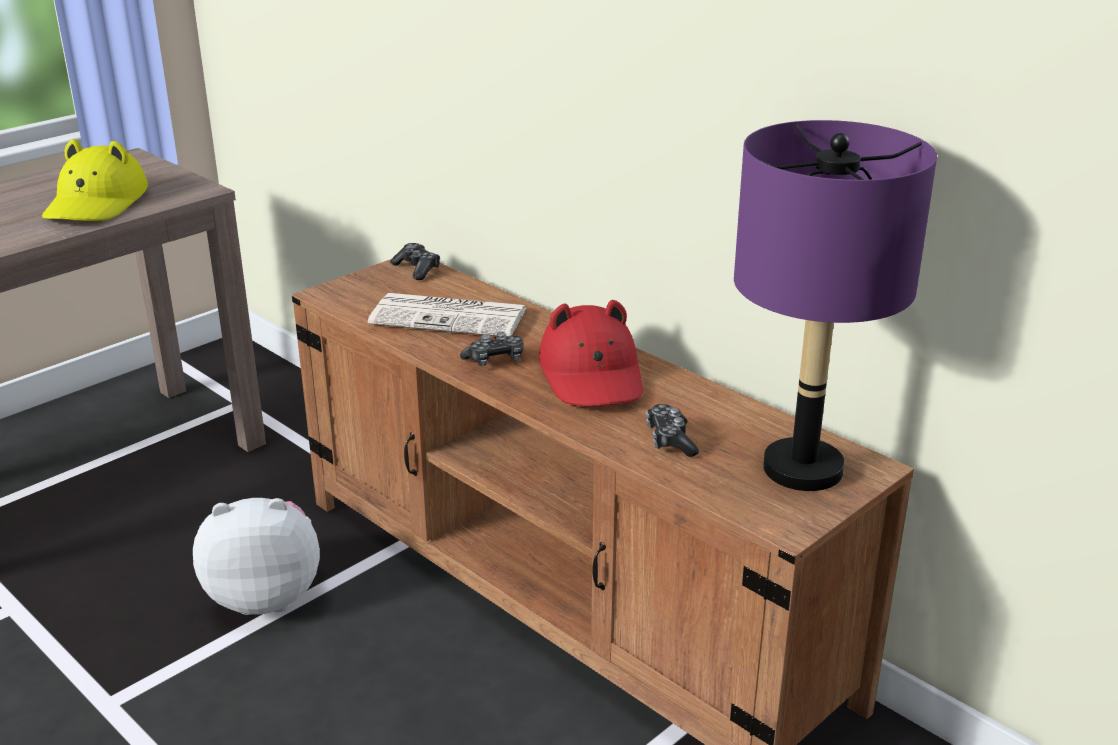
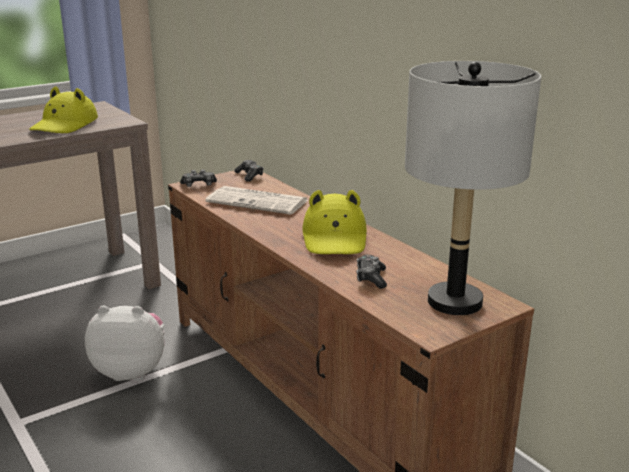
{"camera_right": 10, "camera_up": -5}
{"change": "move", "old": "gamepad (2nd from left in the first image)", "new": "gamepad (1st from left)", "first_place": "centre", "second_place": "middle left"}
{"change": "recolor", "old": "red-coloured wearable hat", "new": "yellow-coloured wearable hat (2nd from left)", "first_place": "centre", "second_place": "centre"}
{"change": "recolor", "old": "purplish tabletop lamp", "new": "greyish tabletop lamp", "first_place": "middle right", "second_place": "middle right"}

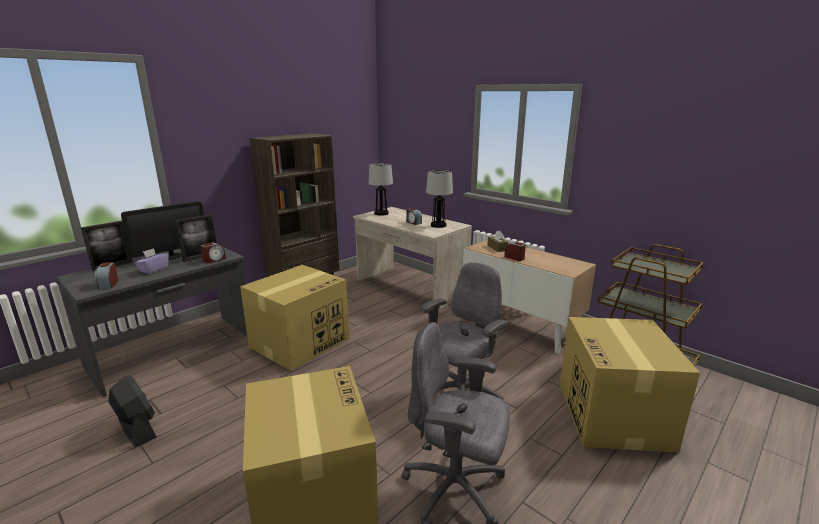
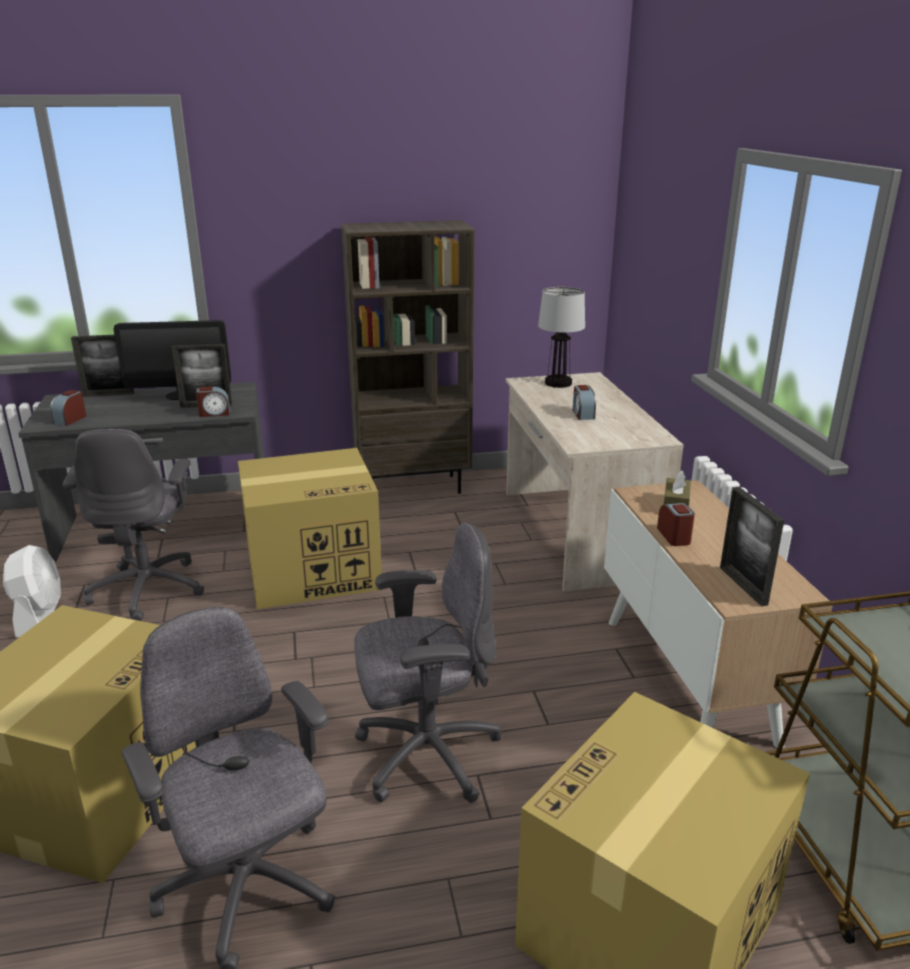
{"camera_right": 35, "camera_up": 5}
{"change": "recolor", "old": "black cooling fan", "new": "white cooling fan", "first_place": "bottom left", "second_place": "middle left"}
{"change": "insert", "new": "greyish office chair (1st from left)", "second_place": "middle left"}
{"change": "insert", "new": "photo frame (3rd from left)", "second_place": "middle right"}
{"change": "delete", "old": "purplish tissue box", "first_place": "middle left"}
{"change": "delete", "old": "tabletop lamp (2nd from left)", "first_place": "centre"}

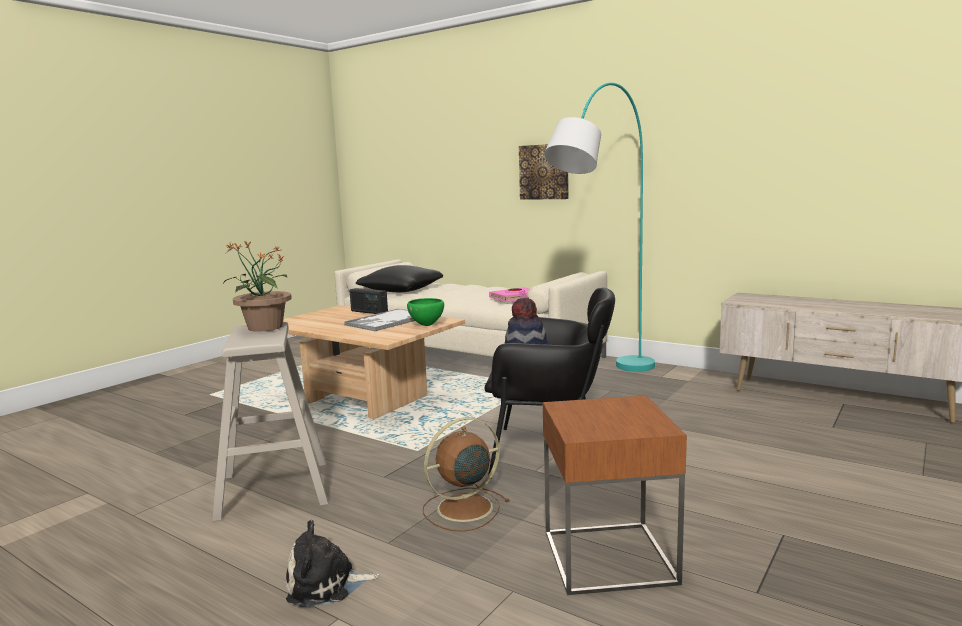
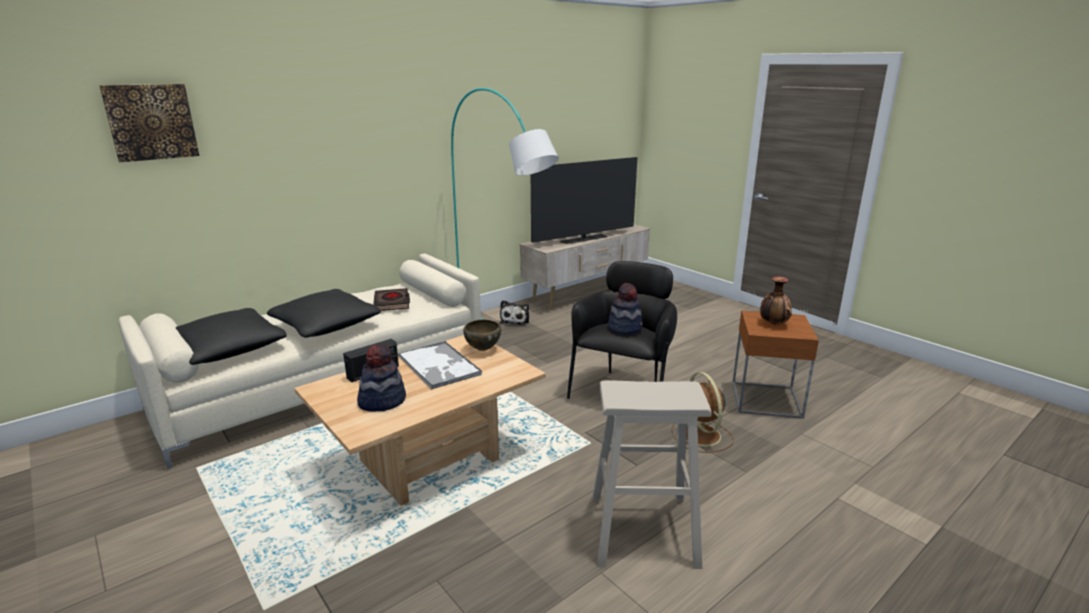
{"camera_right": -75, "camera_up": 10}
{"change": "move", "old": "wall art", "first_place": "top centre", "second_place": "top left"}
{"change": "insert", "new": "black throw pillow (2nd from left)", "second_place": "middle left"}
{"change": "insert", "new": "wearable hat (1st from left)", "second_place": "centre"}
{"change": "recolor", "old": "pinkish bound book", "new": "black bound book", "first_place": "centre", "second_place": "centre"}
{"change": "recolor", "old": "greenish bowl", "new": "brown-coloured bowl", "first_place": "centre", "second_place": "centre"}
{"change": "move", "old": "soft toy", "first_place": "bottom centre", "second_place": "centre"}
{"change": "insert", "new": "television", "second_place": "top centre"}
{"change": "insert", "new": "vase", "second_place": "middle right"}
{"change": "delete", "old": "houseplant", "first_place": "middle left"}

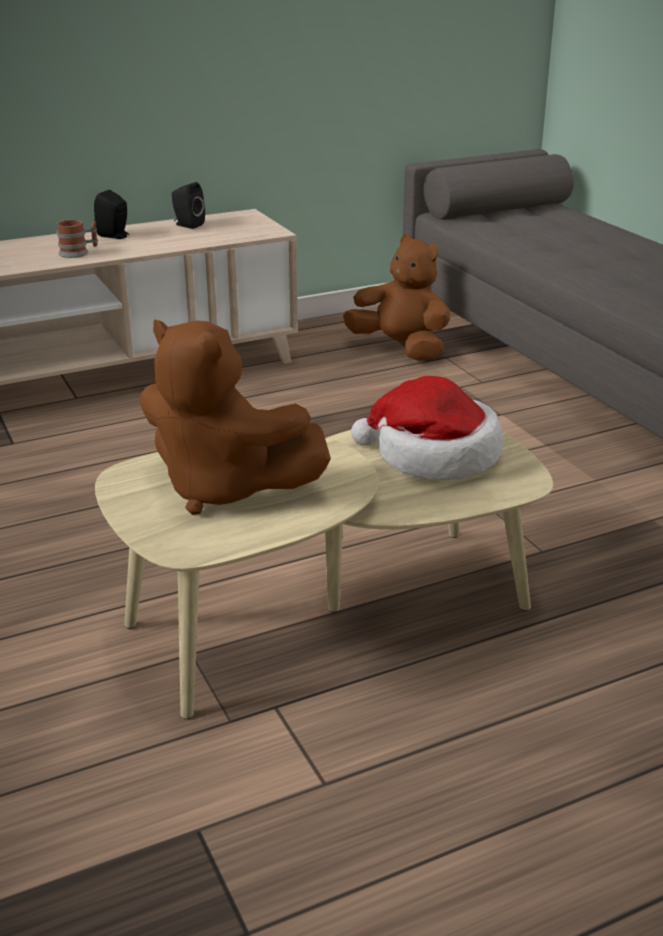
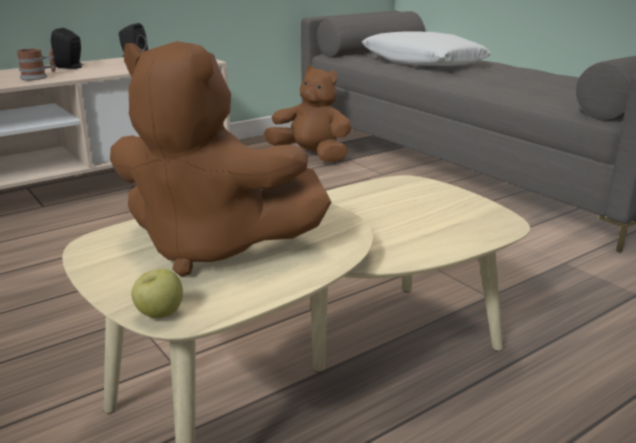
{"camera_right": -10, "camera_up": -5}
{"change": "insert", "new": "apple", "second_place": "middle left"}
{"change": "insert", "new": "white throw pillow", "second_place": "top right"}
{"change": "delete", "old": "wearable hat", "first_place": "centre"}

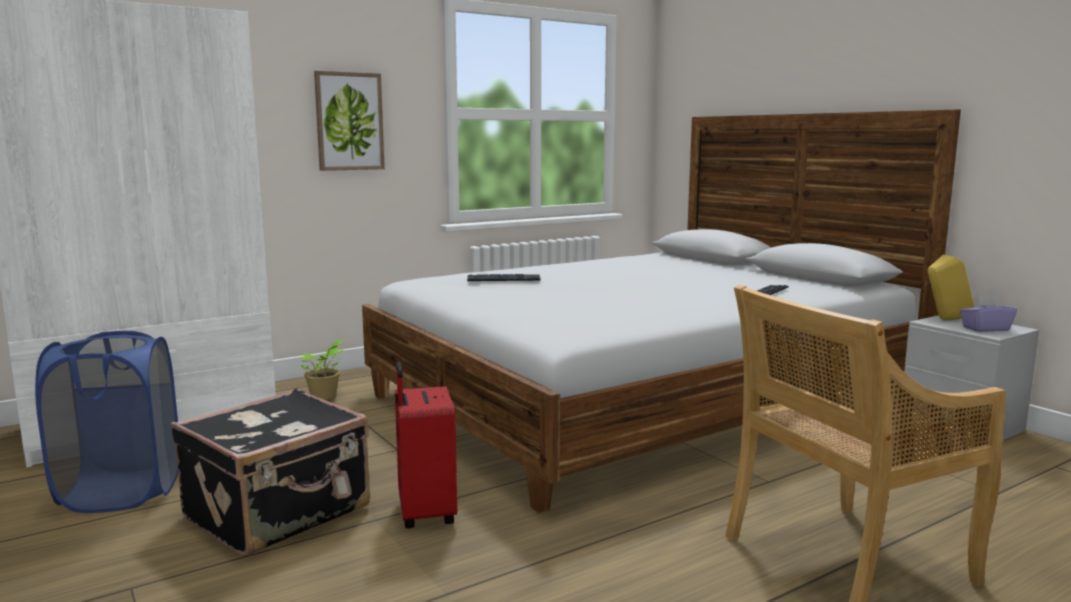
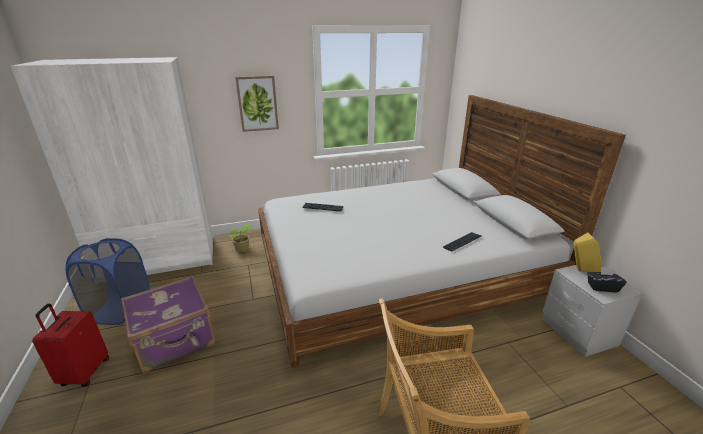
{"camera_right": 15, "camera_up": 15}
{"change": "move", "old": "red-coloured suitcase", "first_place": "bottom centre", "second_place": "bottom left"}
{"change": "recolor", "old": "black suitcase", "new": "purplish suitcase", "first_place": "bottom left", "second_place": "bottom left"}
{"change": "recolor", "old": "purplish tissue box", "new": "black tissue box", "first_place": "middle right", "second_place": "middle right"}

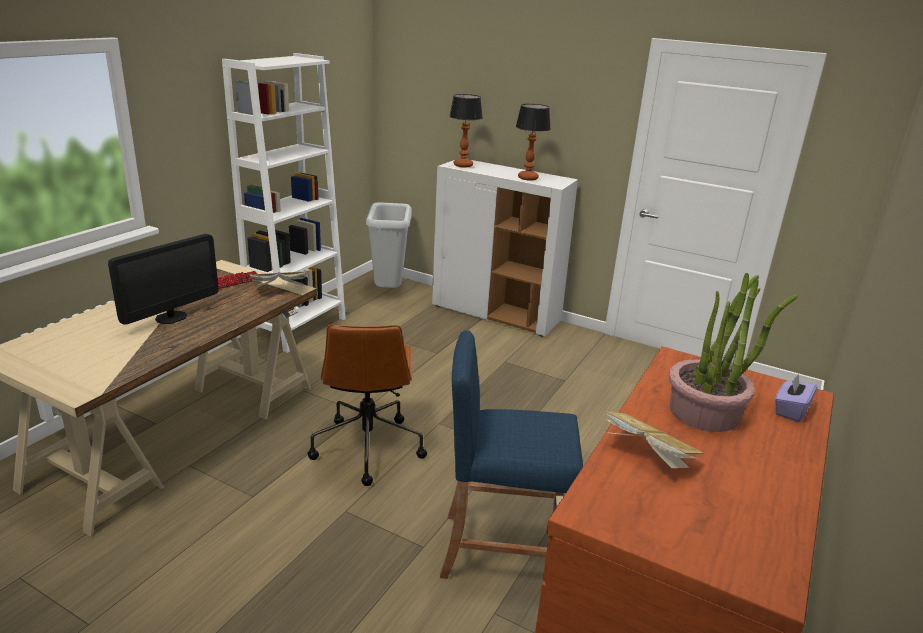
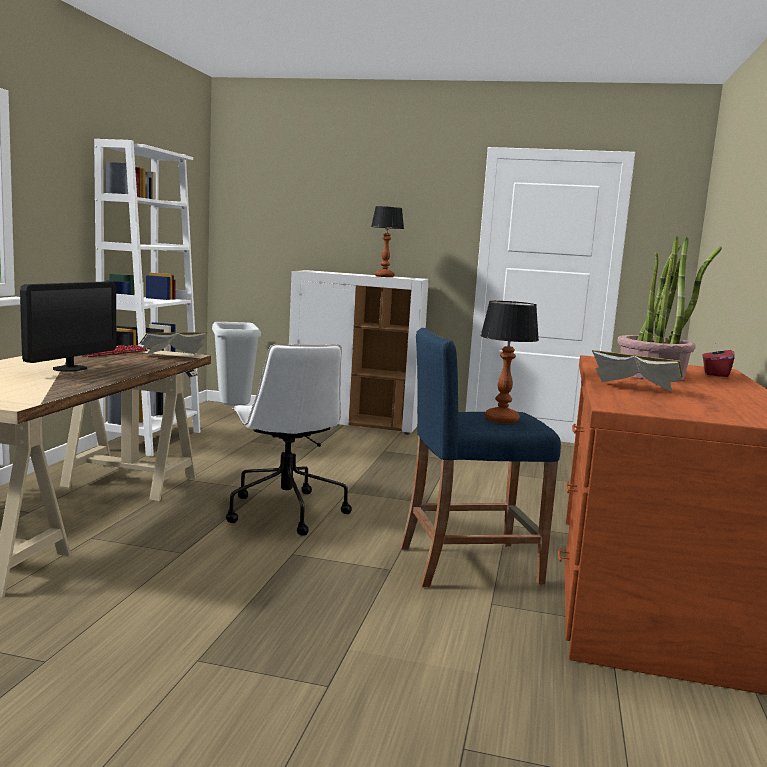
{"camera_right": -15, "camera_up": -15}
{"change": "recolor", "old": "brown-coloured office chair", "new": "white office chair", "first_place": "centre", "second_place": "centre"}
{"change": "move", "old": "tabletop lamp (1st from left in the first image)", "new": "tabletop lamp (2nd from left)", "first_place": "top centre", "second_place": "centre"}
{"change": "recolor", "old": "purplish tissue box", "new": "red-coloured tissue box", "first_place": "middle right", "second_place": "middle right"}

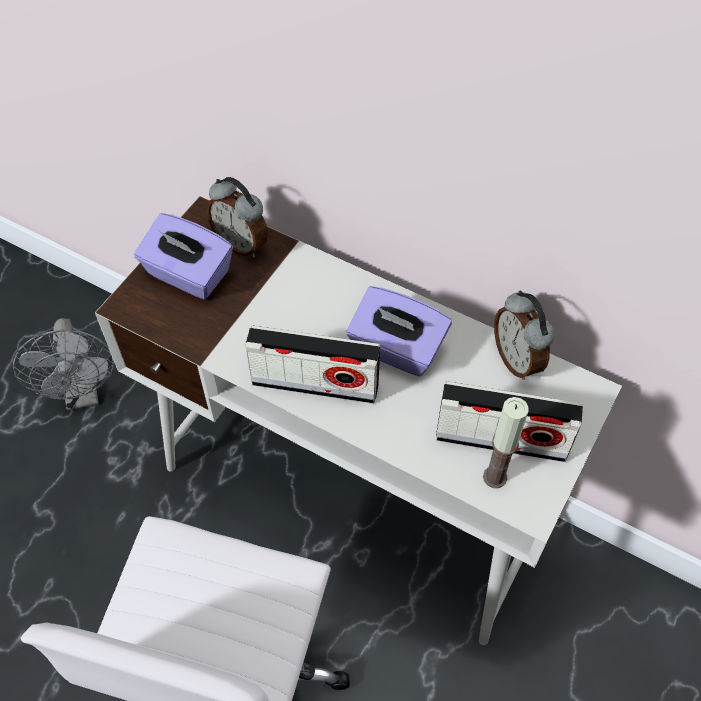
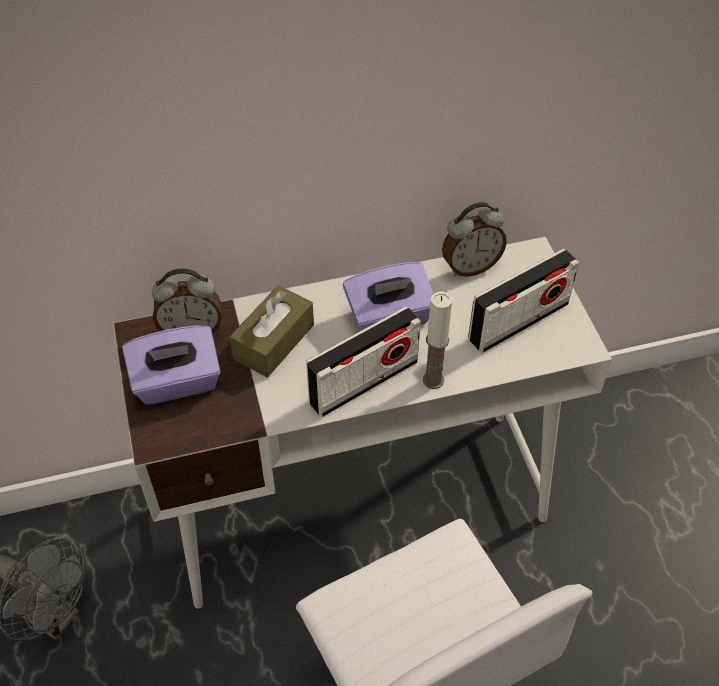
{"camera_right": -45, "camera_up": -5}
{"change": "insert", "new": "brown-coloured tissue box", "second_place": "centre"}
{"change": "move", "old": "wax light", "first_place": "middle right", "second_place": "centre"}
{"change": "rotate", "old": "bedside clock (2nd from left)", "first_place": "middle right", "second_place": "centre", "degrees": -45}

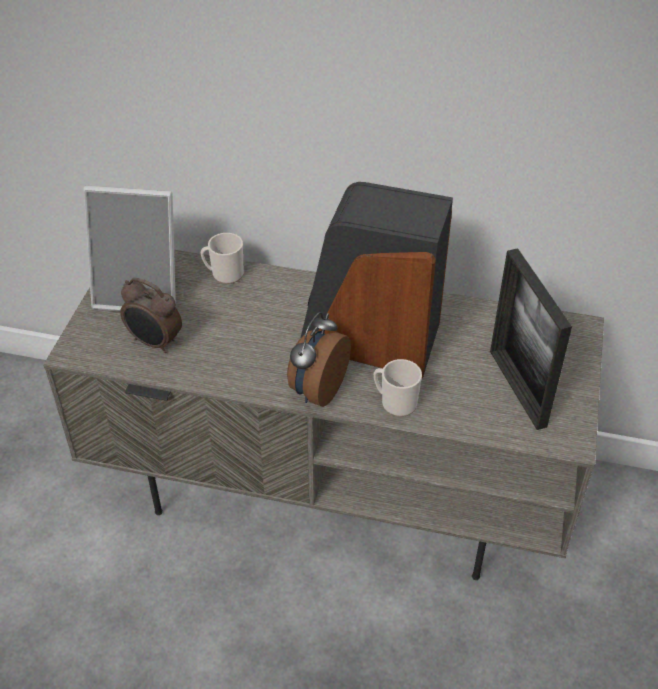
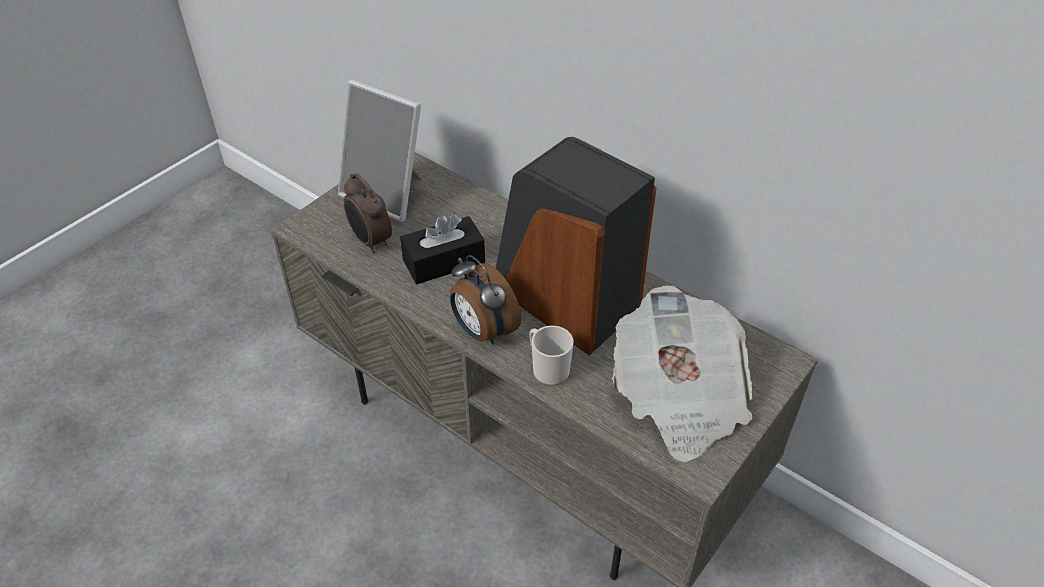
{"camera_right": 25, "camera_up": 0}
{"change": "insert", "new": "black tissue box", "second_place": "centre"}
{"change": "rotate", "old": "bedside clock (2nd from left)", "first_place": "centre", "second_place": "centre", "degrees": -90}
{"change": "replace", "old": "photo frame (2nd from left)", "new": "printed paper", "first_place": "middle right", "second_place": "centre"}
{"change": "delete", "old": "coffee mug (1st from left)", "first_place": "centre"}

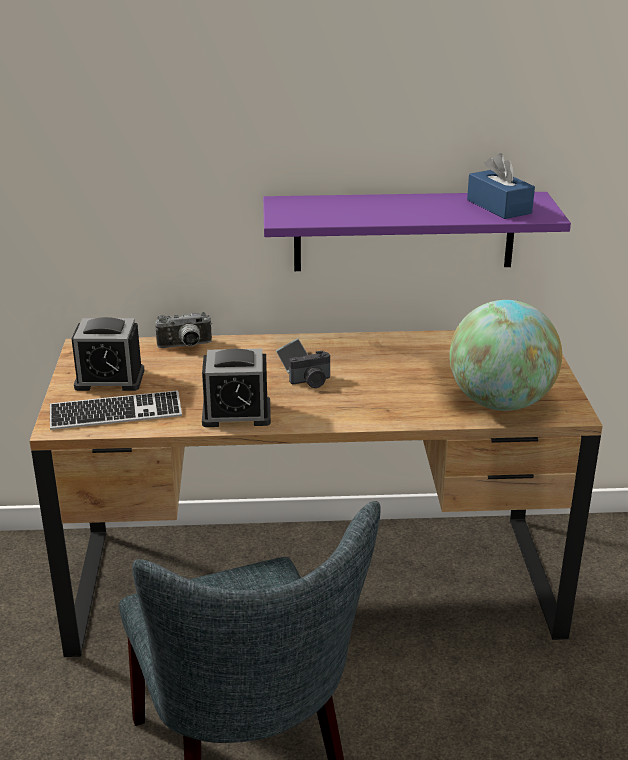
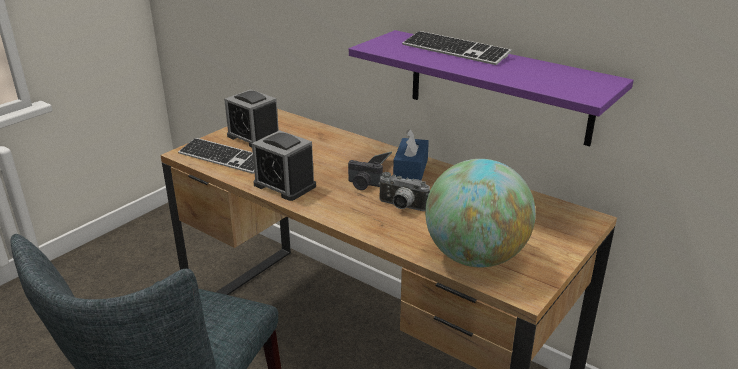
{"camera_right": 40, "camera_up": 0}
{"change": "move", "old": "photo camera (1st from left in the first image)", "new": "photo camera (2nd from left)", "first_place": "middle left", "second_place": "centre"}
{"change": "move", "old": "blue tissue box", "first_place": "top right", "second_place": "centre"}
{"change": "insert", "new": "computer keyboard (2nd from left)", "second_place": "top centre"}

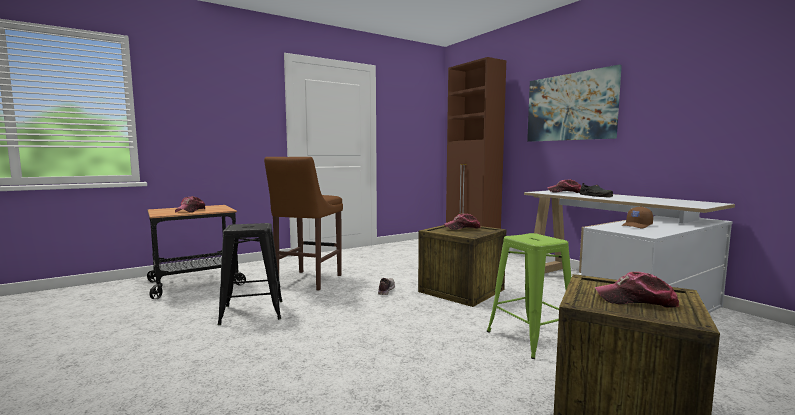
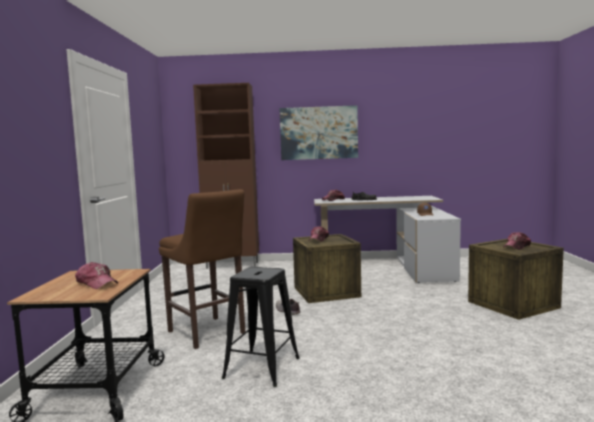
{"camera_right": -55, "camera_up": 0}
{"change": "delete", "old": "greenish sitting stool", "first_place": "bottom centre"}

